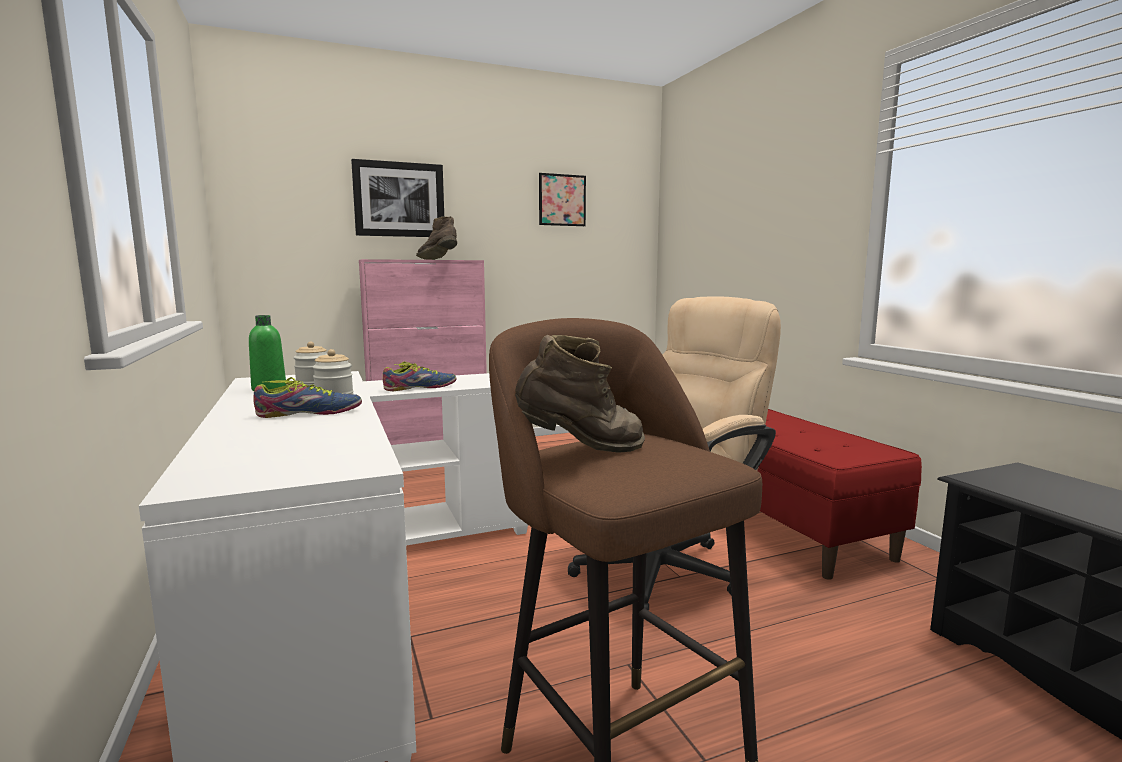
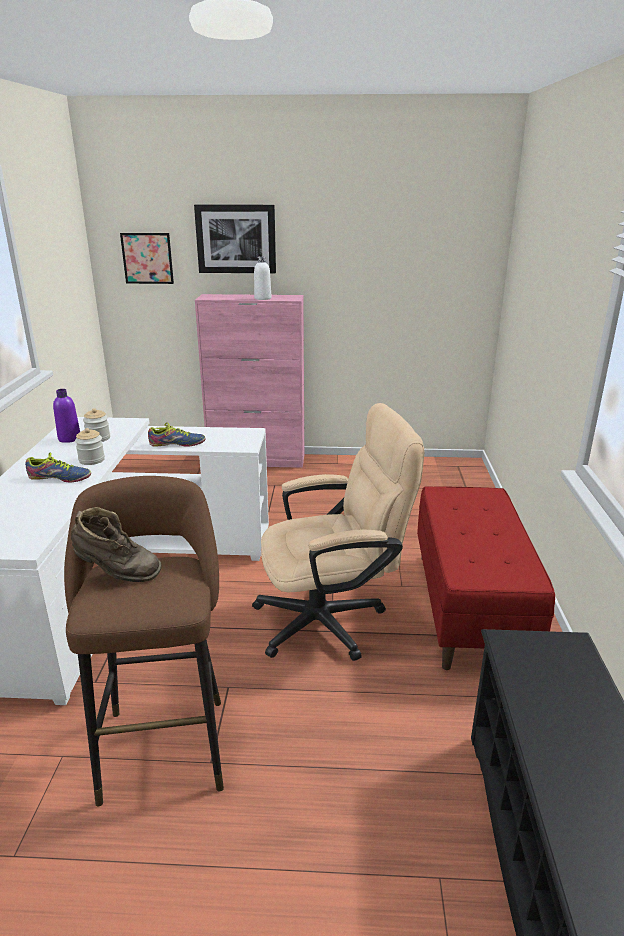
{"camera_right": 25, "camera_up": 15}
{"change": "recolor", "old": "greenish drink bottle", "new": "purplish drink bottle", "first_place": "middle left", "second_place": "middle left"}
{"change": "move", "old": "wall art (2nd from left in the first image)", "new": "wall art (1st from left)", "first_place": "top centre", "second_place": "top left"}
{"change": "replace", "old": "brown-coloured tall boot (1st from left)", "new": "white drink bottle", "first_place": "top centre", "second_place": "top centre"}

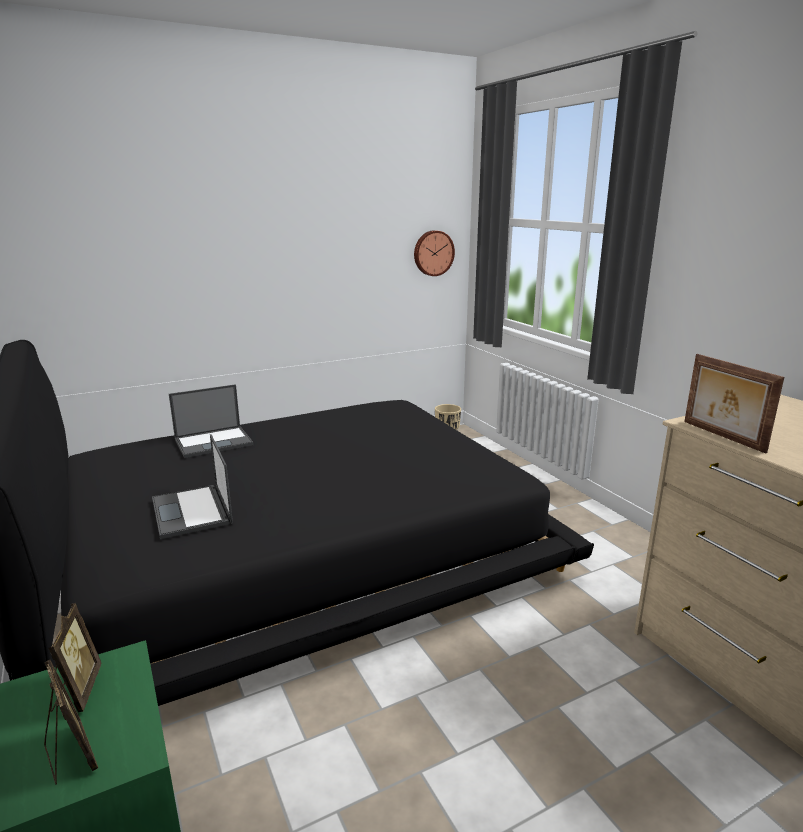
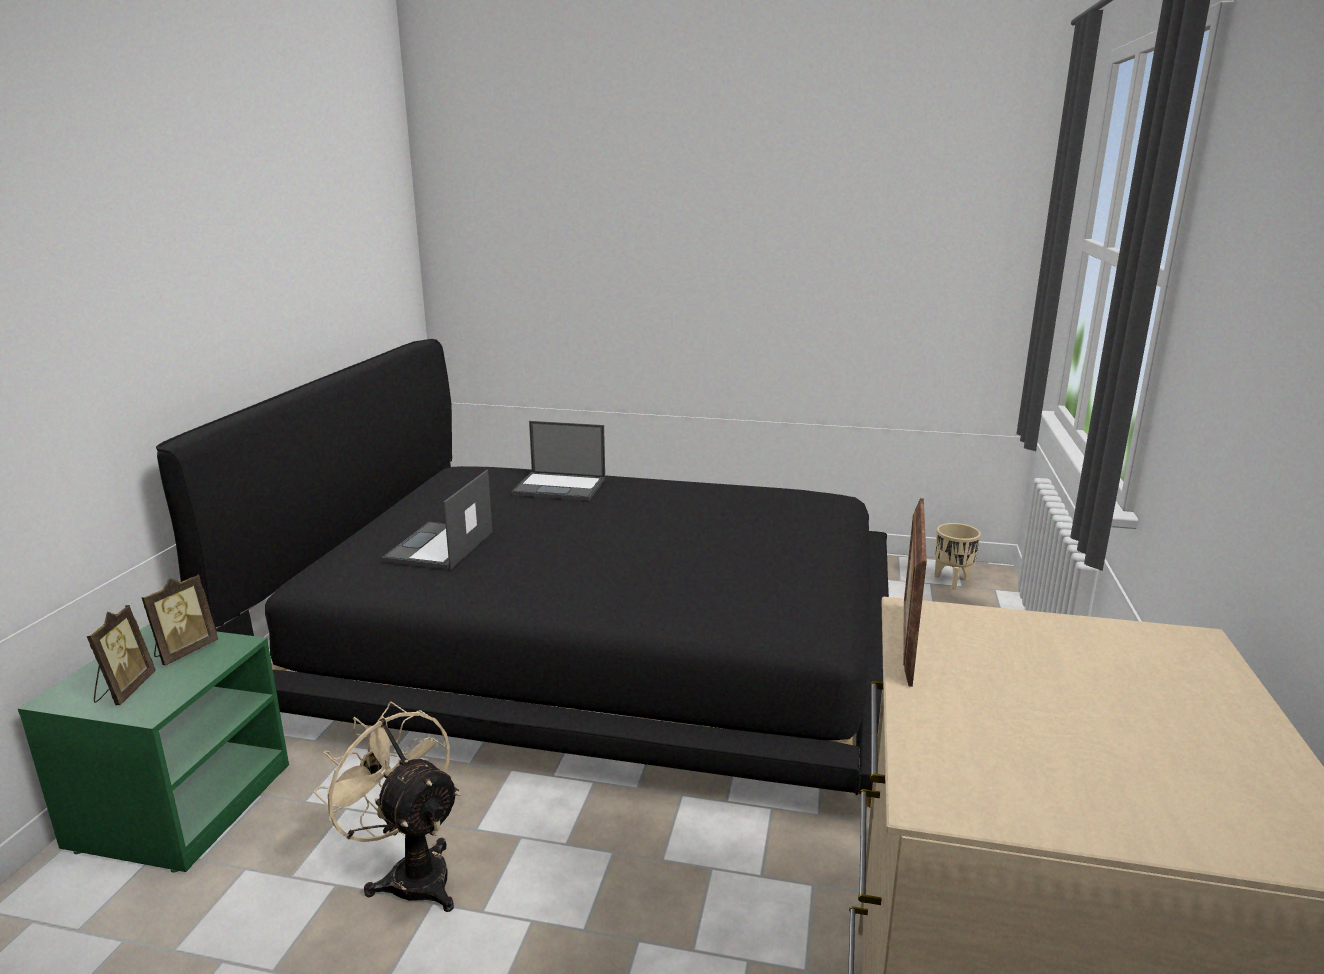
{"camera_right": 40, "camera_up": 0}
{"change": "insert", "new": "beige-coloured cooling fan", "second_place": "bottom left"}
{"change": "delete", "old": "wall clock", "first_place": "top centre"}

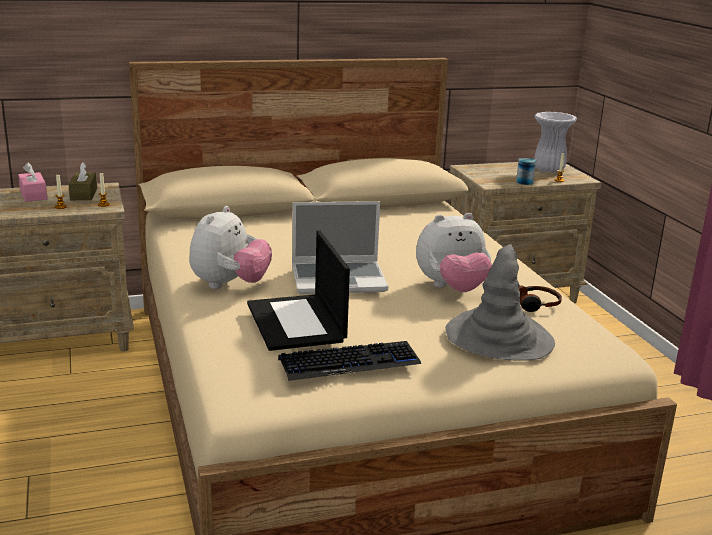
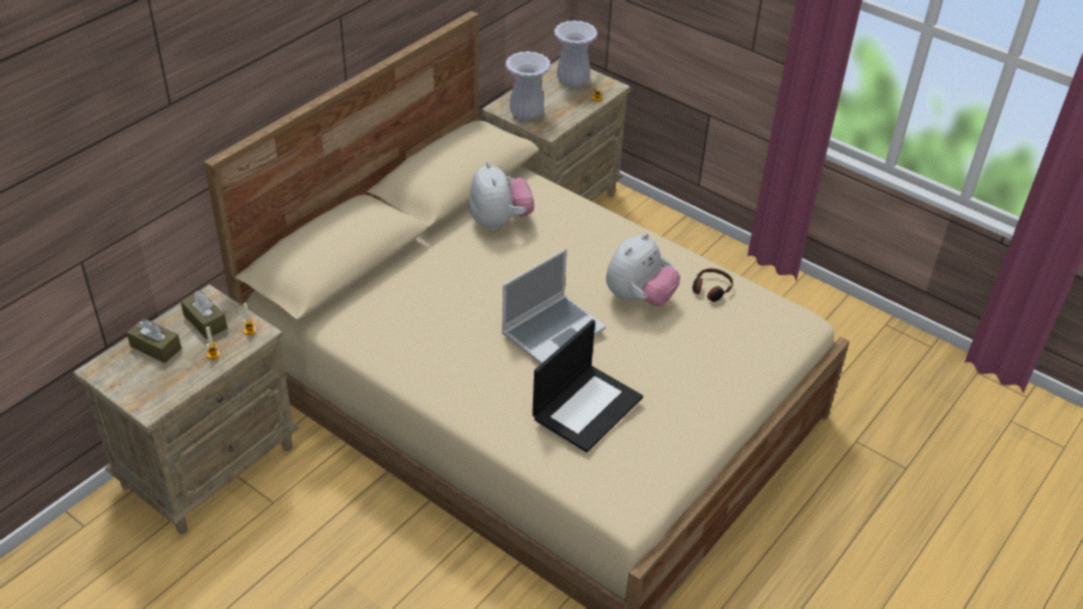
{"camera_right": -35, "camera_up": 20}
{"change": "recolor", "old": "pinkish tissue box", "new": "brown-coloured tissue box (1st from left)", "first_place": "middle left", "second_place": "middle left"}
{"change": "move", "old": "soft toy (1st from left)", "first_place": "middle left", "second_place": "top centre"}
{"change": "insert", "new": "white vase (1st from left)", "second_place": "top centre"}
{"change": "rotate", "old": "laptop (1st from left in the first image)", "first_place": "centre", "second_place": "centre", "degrees": -90}
{"change": "delete", "old": "computer keyboard", "first_place": "bottom centre"}
{"change": "delete", "old": "greyish wearable hat", "first_place": "middle right"}
{"change": "delete", "old": "sealed can", "first_place": "top right"}

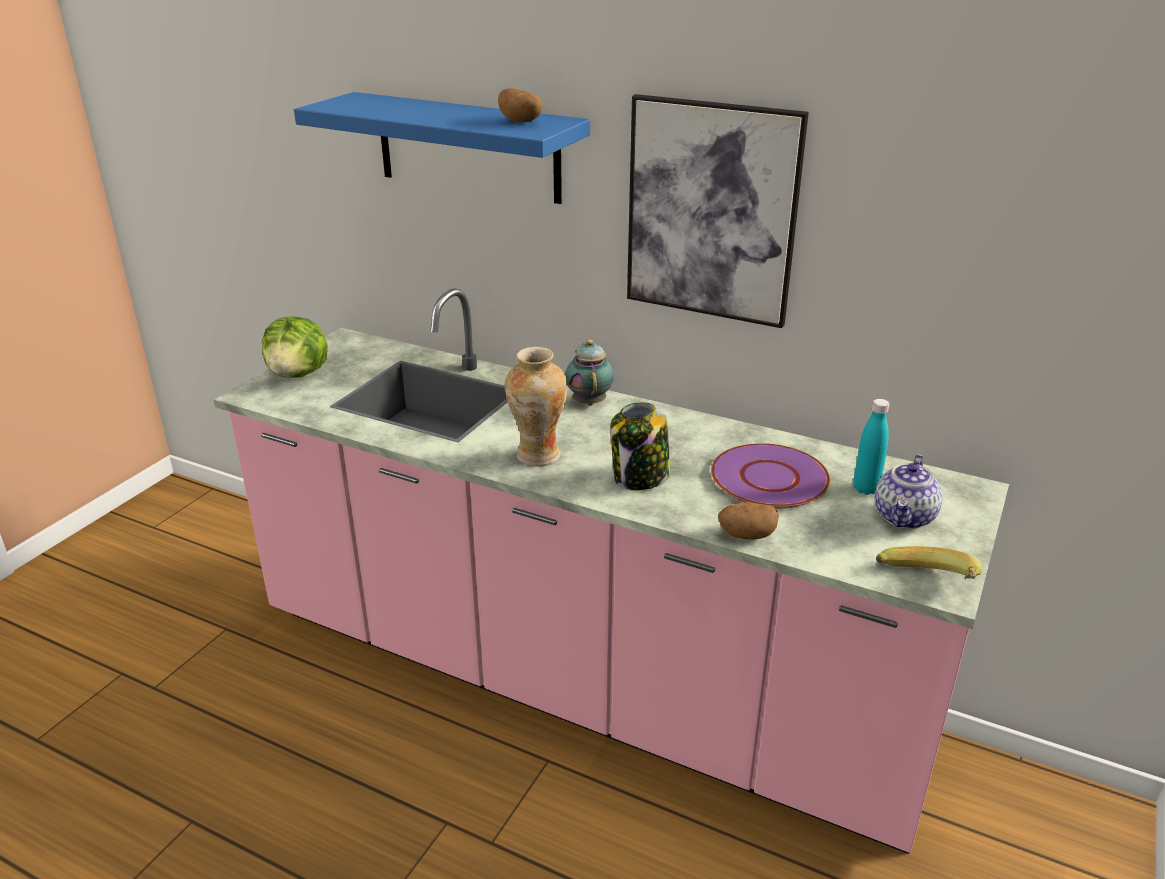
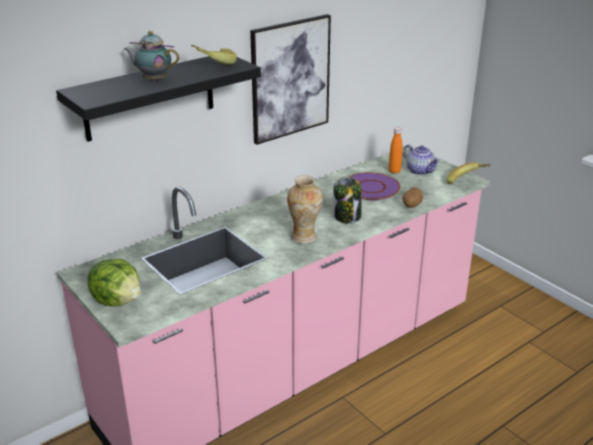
{"camera_right": -65, "camera_up": 0}
{"change": "recolor", "old": "blue bracket shelf", "new": "black bracket shelf", "first_place": "top centre", "second_place": "top left"}
{"change": "move", "old": "tea pot (1st from left)", "first_place": "centre", "second_place": "top left"}
{"change": "replace", "old": "whole potato (1st from left)", "new": "banana (1st from left)", "first_place": "top centre", "second_place": "top centre"}
{"change": "recolor", "old": "turquoise-coloured drink bottle", "new": "orangey drink bottle", "first_place": "middle right", "second_place": "middle right"}

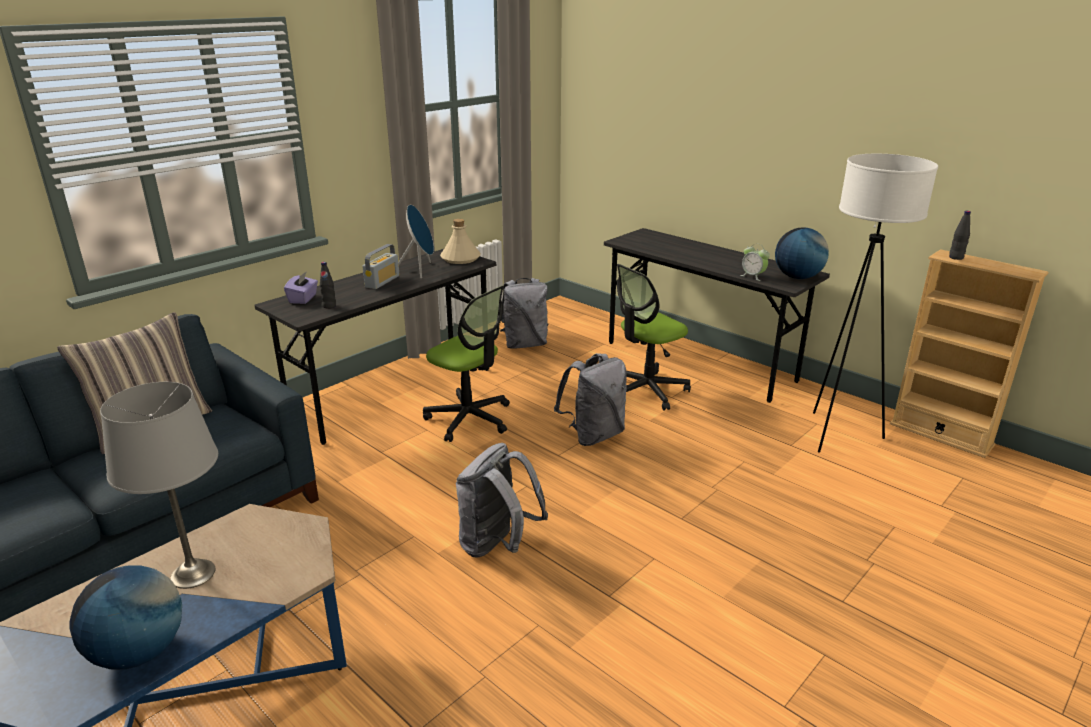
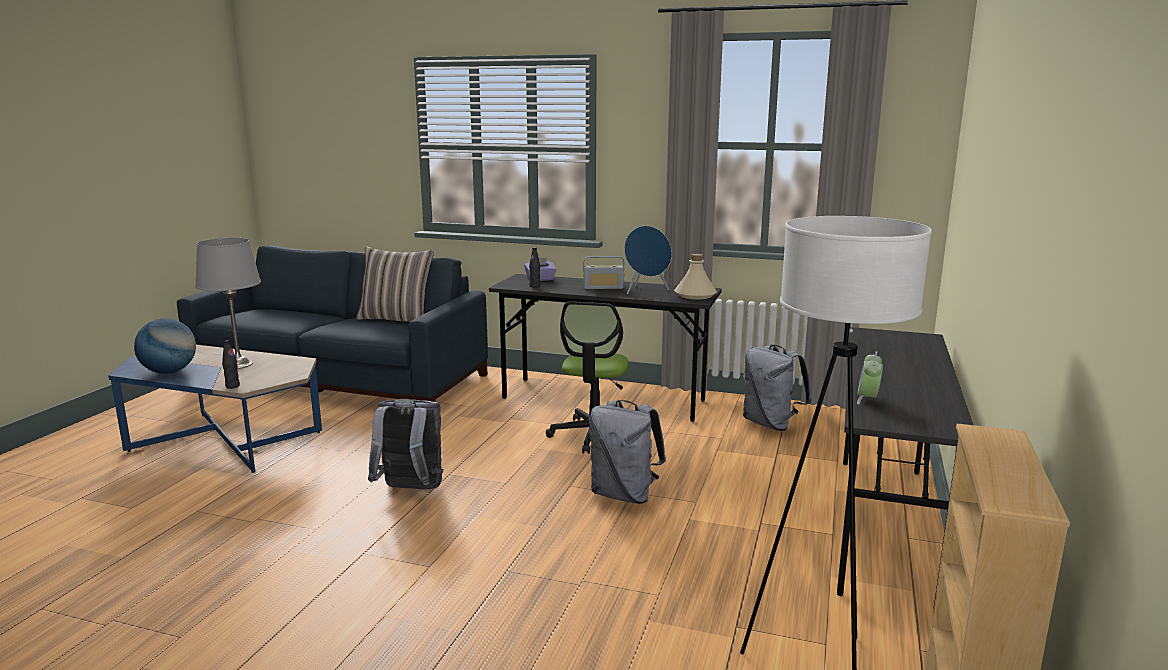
{"camera_right": 65, "camera_up": -10}
{"change": "move", "old": "black drink bottle (2nd from left in the first image)", "new": "black drink bottle (1st from left)", "first_place": "top right", "second_place": "middle left"}
{"change": "delete", "old": "office chair (2nd from left)", "first_place": "centre"}
{"change": "delete", "old": "desk globe (2nd from left)", "first_place": "middle right"}

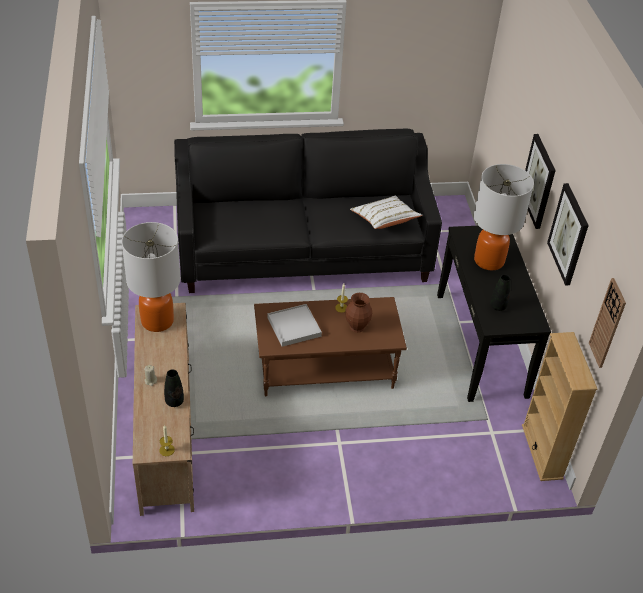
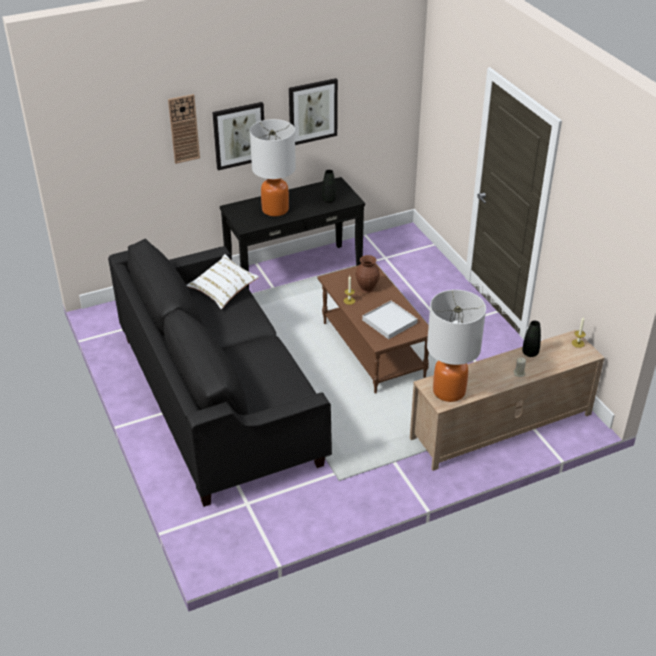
{"camera_right": -105, "camera_up": -5}
{"change": "move", "old": "wall clock", "first_place": "middle right", "second_place": "top left"}
{"change": "delete", "old": "beige-coloured shelving unit", "first_place": "bottom right"}

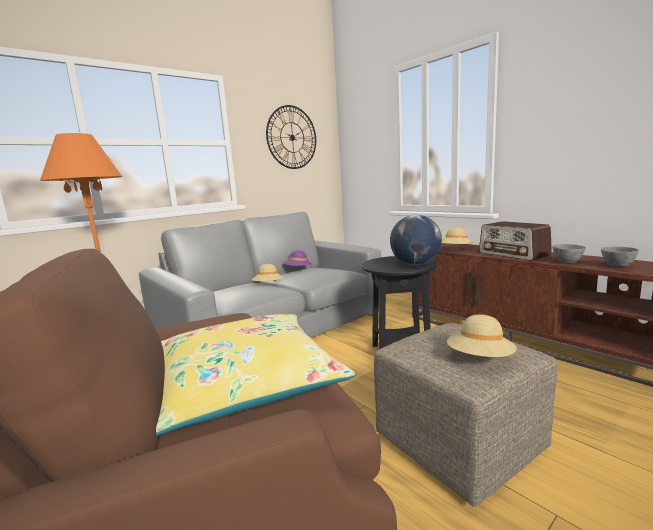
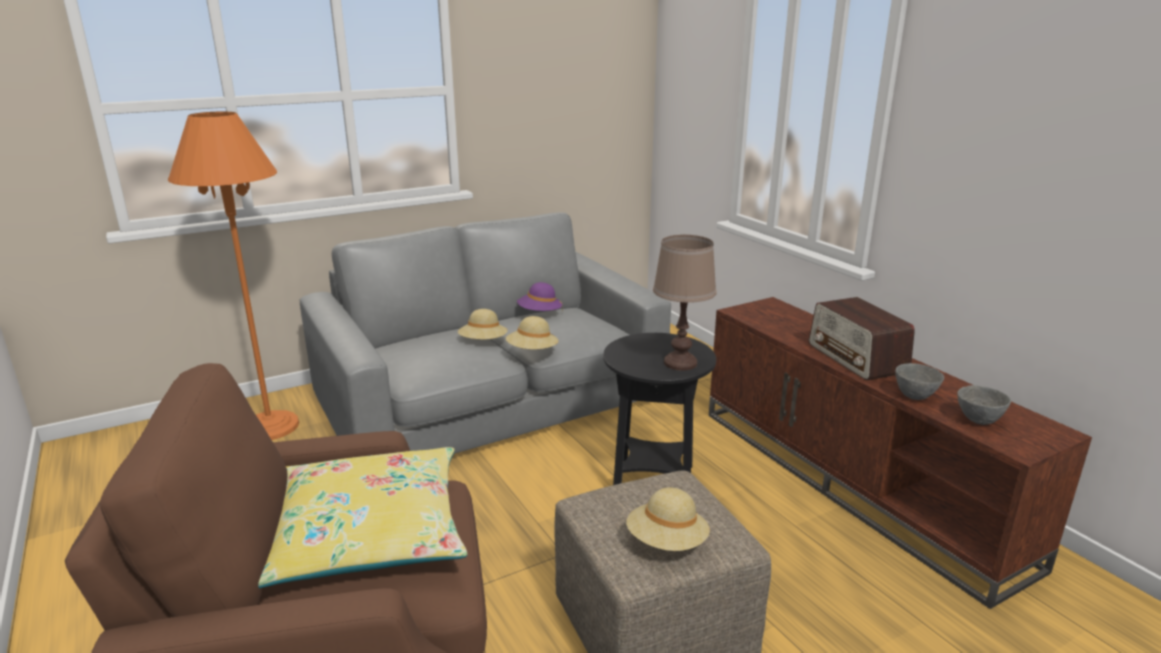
{"camera_right": 10, "camera_up": 10}
{"change": "move", "old": "beige-coloured wearable hat (2nd from left)", "first_place": "middle right", "second_place": "centre"}
{"change": "replace", "old": "desk globe", "new": "brown-coloured tabletop lamp", "first_place": "centre", "second_place": "centre"}
{"change": "delete", "old": "wall clock", "first_place": "top centre"}

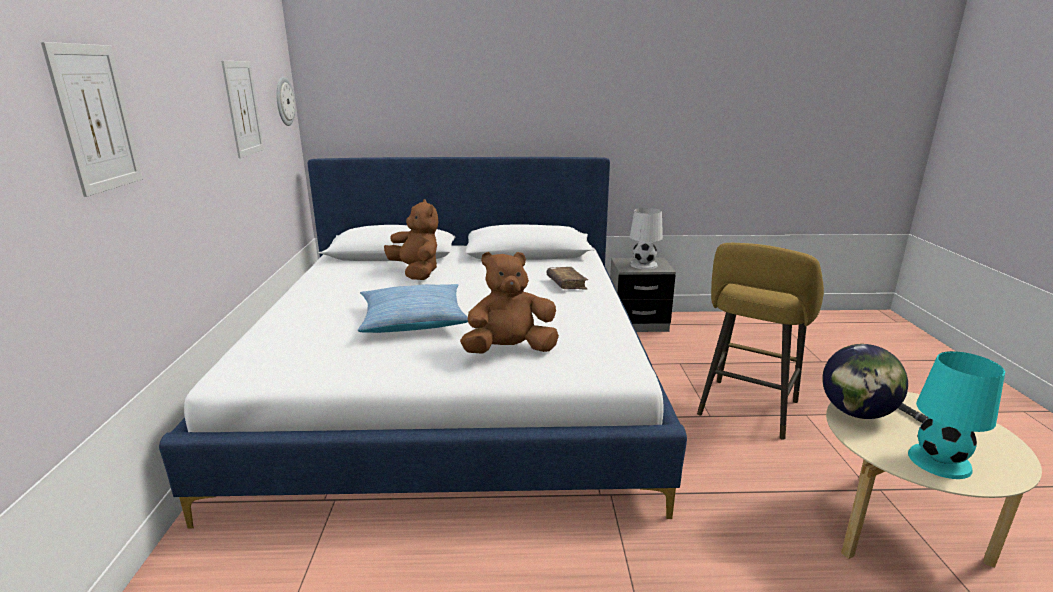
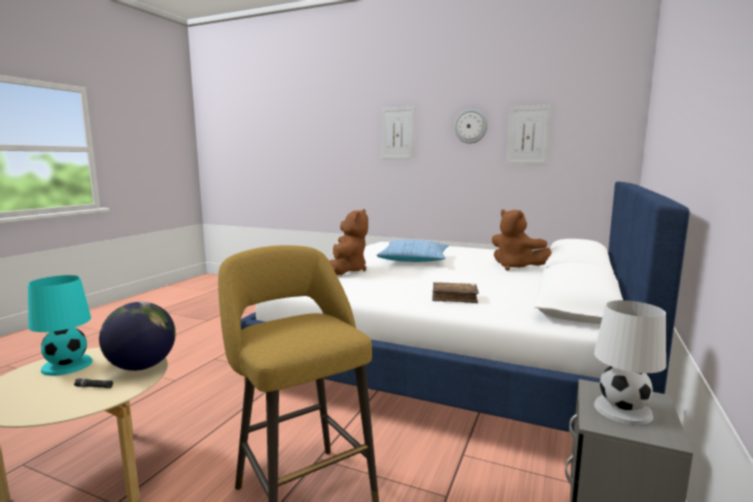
{"camera_right": 115, "camera_up": -10}
{"change": "move", "old": "wall clock", "first_place": "top left", "second_place": "top centre"}
{"change": "rotate", "old": "brown-coloured soft toy (1st from left in the first image)", "first_place": "centre", "second_place": "middle right", "degrees": 60}

